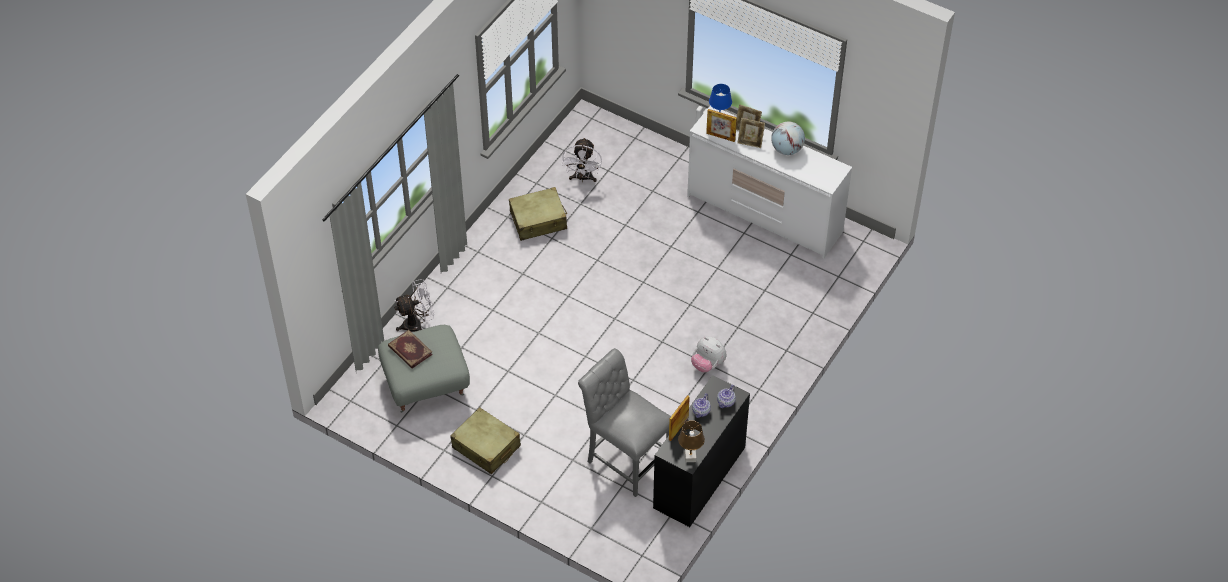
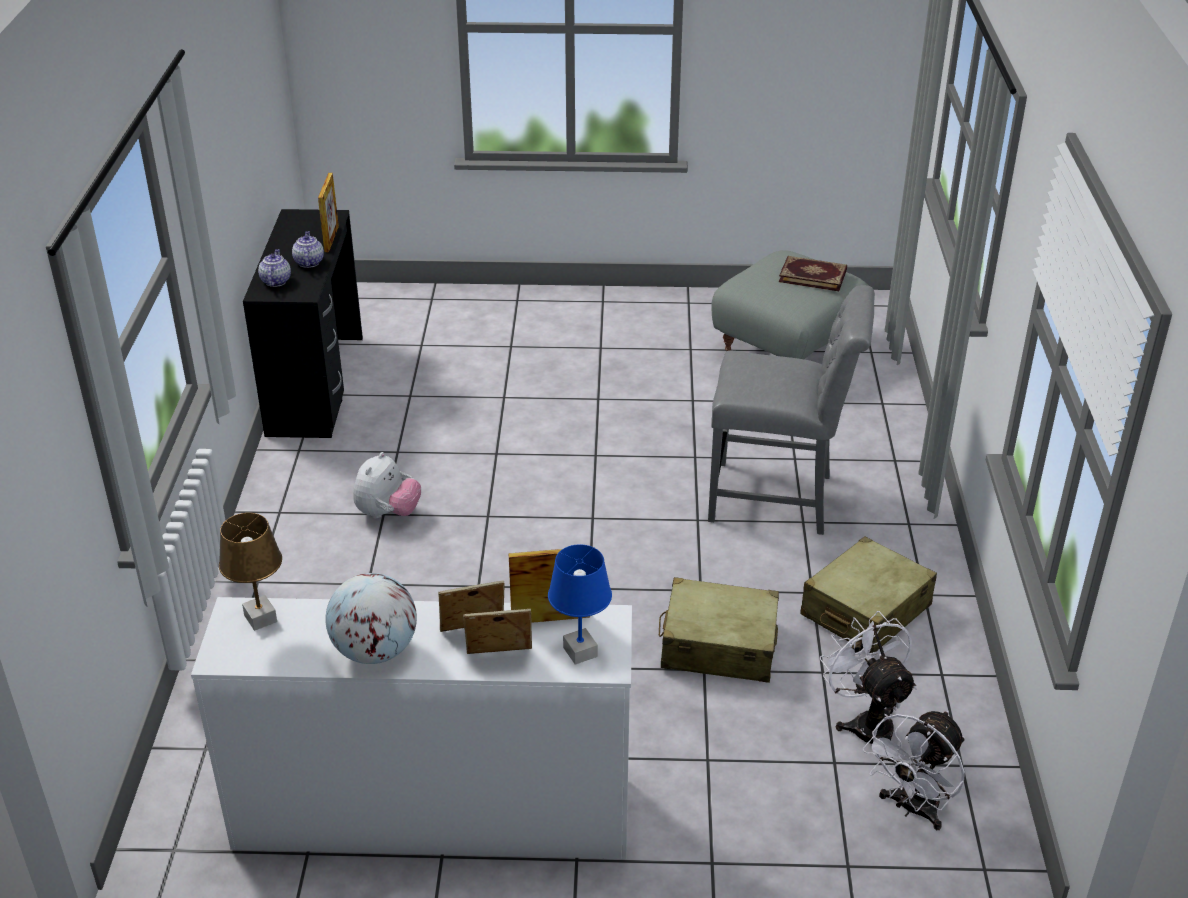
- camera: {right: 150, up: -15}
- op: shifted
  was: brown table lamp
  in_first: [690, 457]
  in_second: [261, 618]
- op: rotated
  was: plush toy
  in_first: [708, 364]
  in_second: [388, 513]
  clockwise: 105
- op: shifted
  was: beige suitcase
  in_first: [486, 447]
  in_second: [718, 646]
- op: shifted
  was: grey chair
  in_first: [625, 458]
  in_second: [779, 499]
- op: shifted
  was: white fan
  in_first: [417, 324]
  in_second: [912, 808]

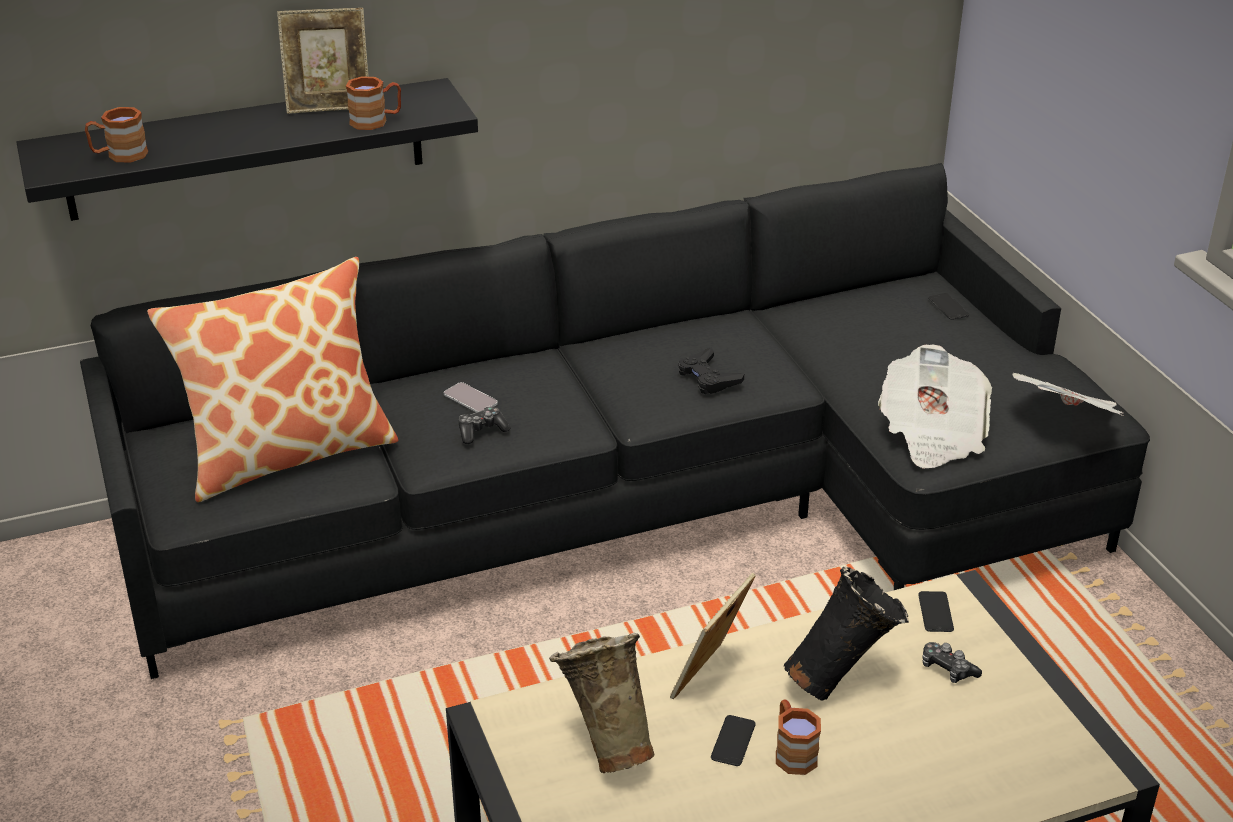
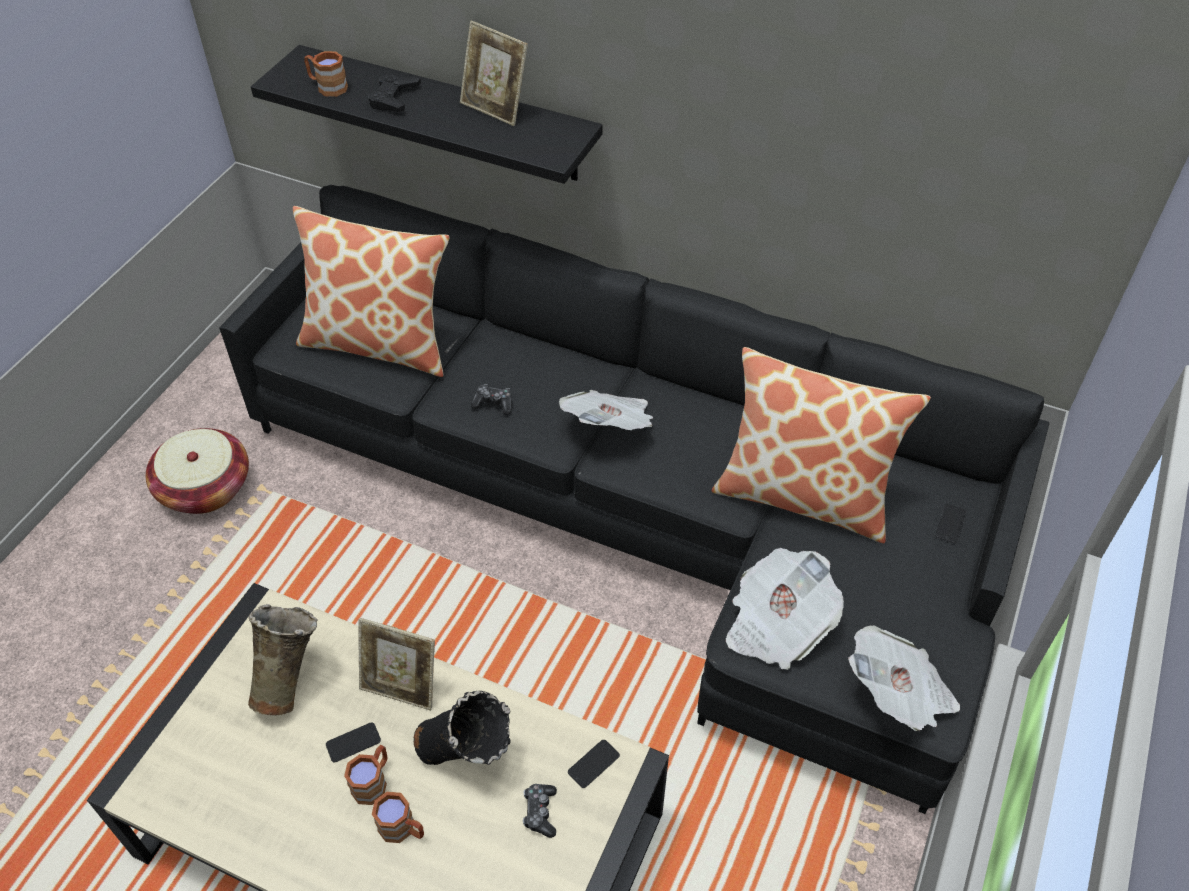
- camera: {right: 45, up: 15}
- op: new
  now: basket
  in_second: [205, 488]
- op: rotated
  was: picture frame
  in_first: [710, 677]
  in_second: [401, 687]
  clockwise: -150
- op: shifted
  was: black game controller
  in_first: [708, 377]
  in_second: [394, 98]
- op: shifted
  was: brown mug
  in_first: [376, 121]
  in_second: [403, 829]
- op: new
  now: newspaper
  in_second: [610, 426]
- op: new
  now: pillow
  in_second: [804, 495]
- op: gone
  was: phone
  in_first: [470, 399]

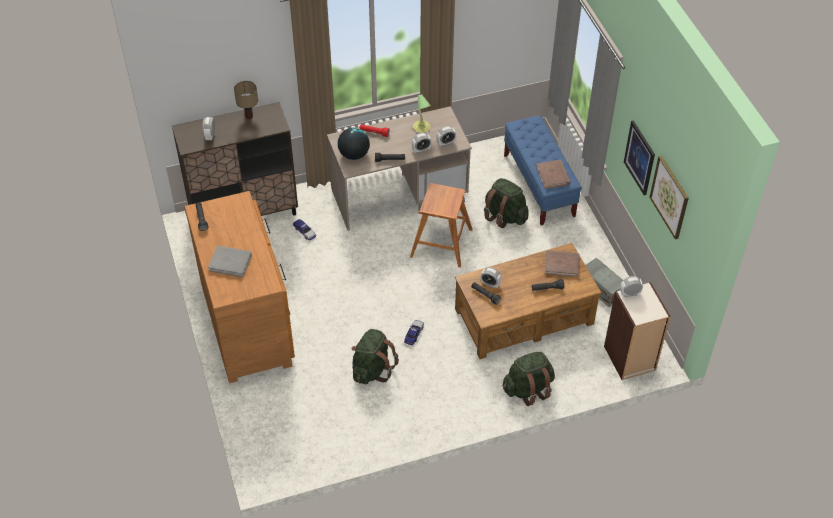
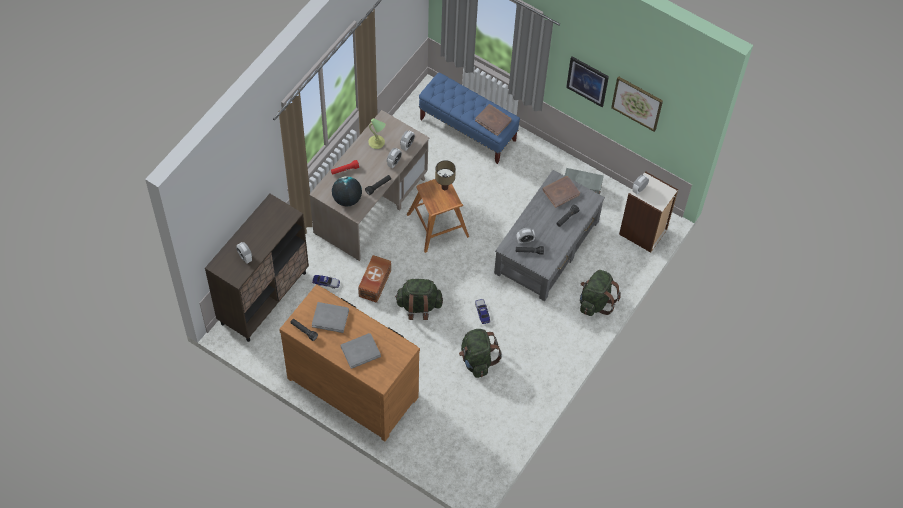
- camera: {right: -40, up: 10}
- op: new
  now: grey book
  in_second: [330, 318]
- op: new
  now: brown storage box
  in_second: [374, 283]
- op: shifted
  was: green backpack
  in_first: [504, 216]
  in_second: [419, 306]
- op: shifted
  was: table lamp
  in_first: [248, 117]
  in_second: [444, 187]
- op: repainted
  was: brown coffee table
  now: grey coffee table
  in_first: [525, 317]
  in_second: [547, 247]

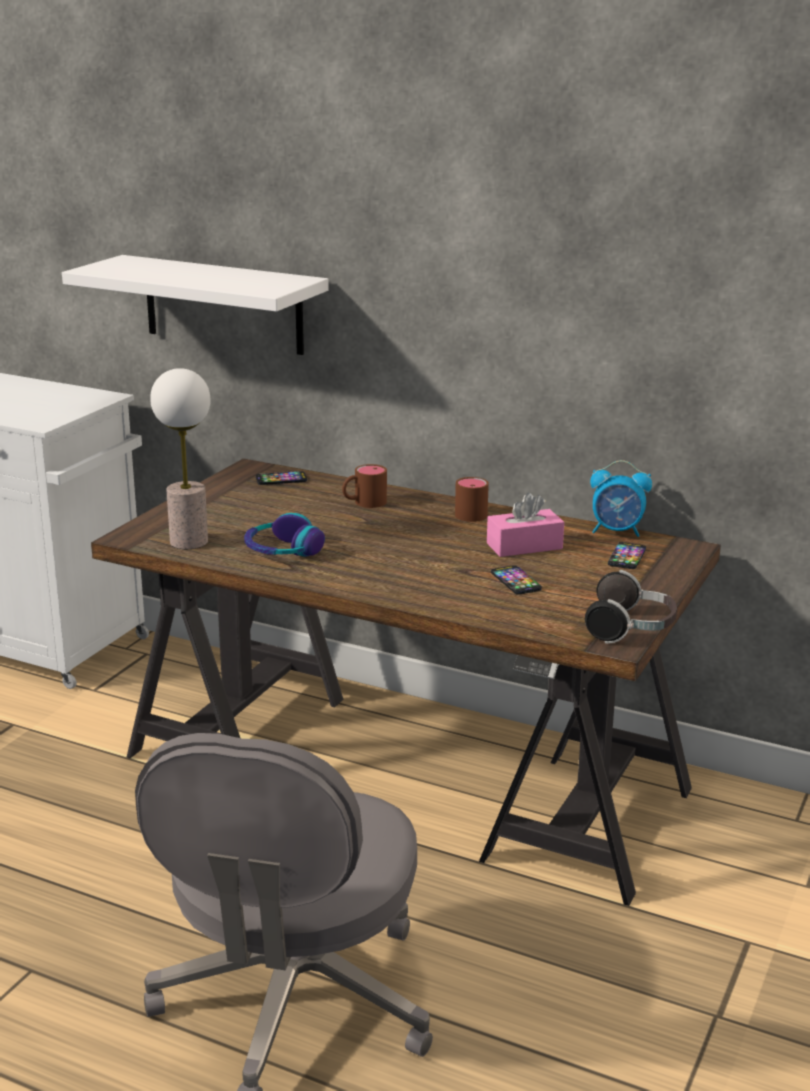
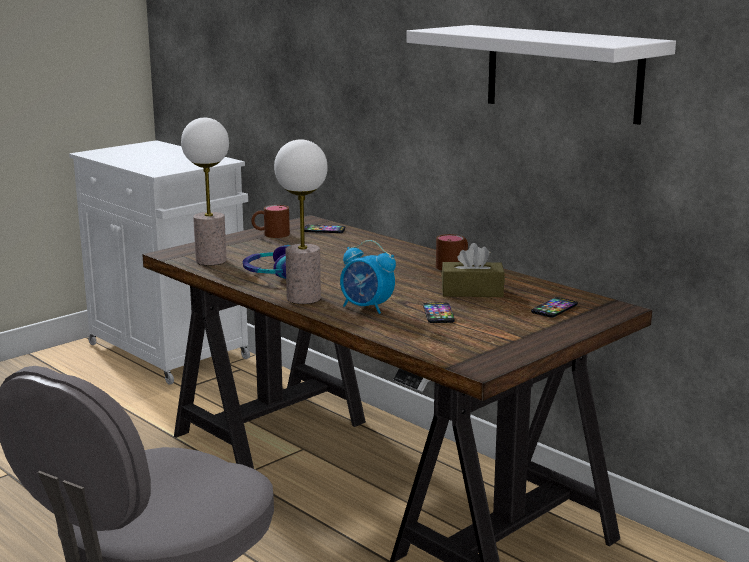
- camera: {right: 20, up: -5}
- op: shifted
  was: brown mug
  in_first: [363, 503]
  in_second: [270, 234]
- op: new
  now: table lamp
  in_second: [304, 298]
- op: shifted
  was: alarm clock
  in_first: [617, 531]
  in_second: [367, 308]
- op: shifted
  was: white shelf
  in_first: [223, 305]
  in_second: [562, 73]
- op: repainted
  was: pink tissue box
  now: brown tissue box
  in_first: [524, 546]
  in_second: [472, 291]
- op: gone
  was: headphones
  in_first: [631, 629]

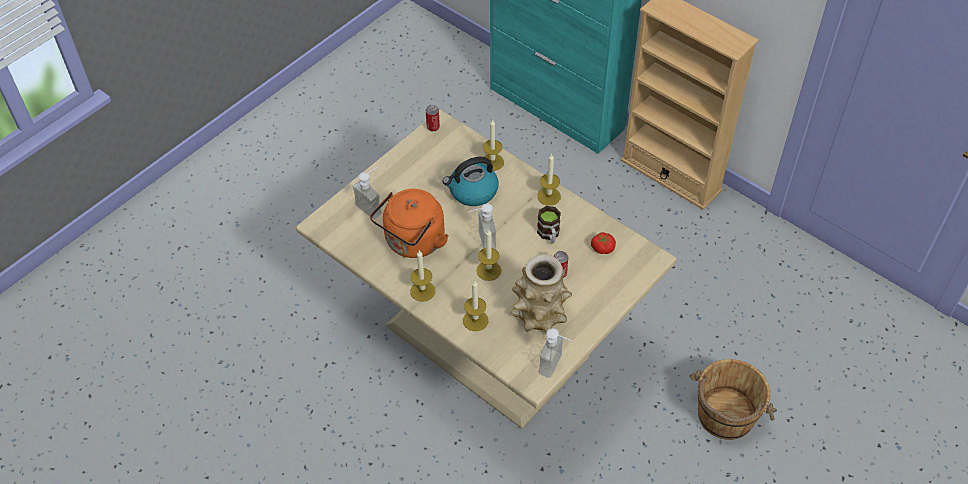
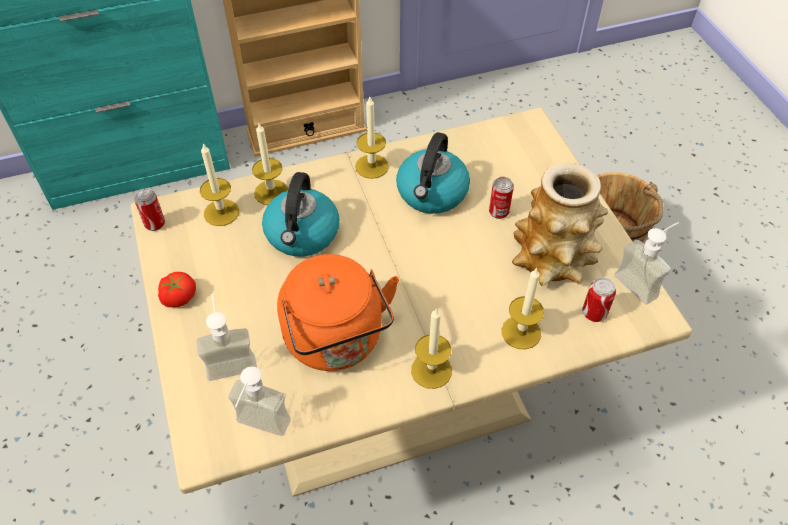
- camera: {right: -60, up: 0}
- op: shifted
  was: tomato
  in_first: [602, 247]
  in_second: [178, 296]
- op: shifted
  was: candle
  in_first: [488, 270]
  in_second: [221, 212]
- op: shifted
  was: soap dispenser
  in_first: [481, 241]
  in_second: [259, 430]
- op: swapped
  was: mug
  now: kettle
  in_first: [549, 235]
  in_second: [432, 193]
- op: new
  now: can
  in_second: [594, 313]

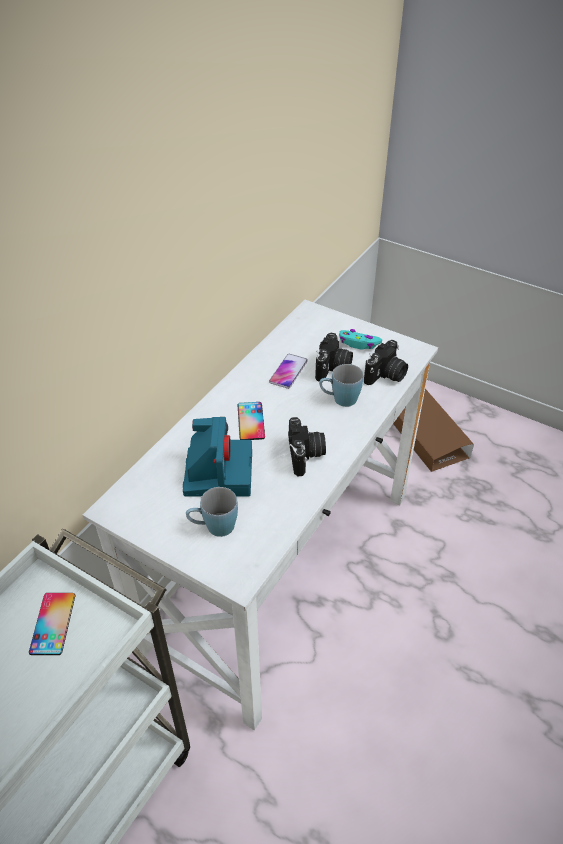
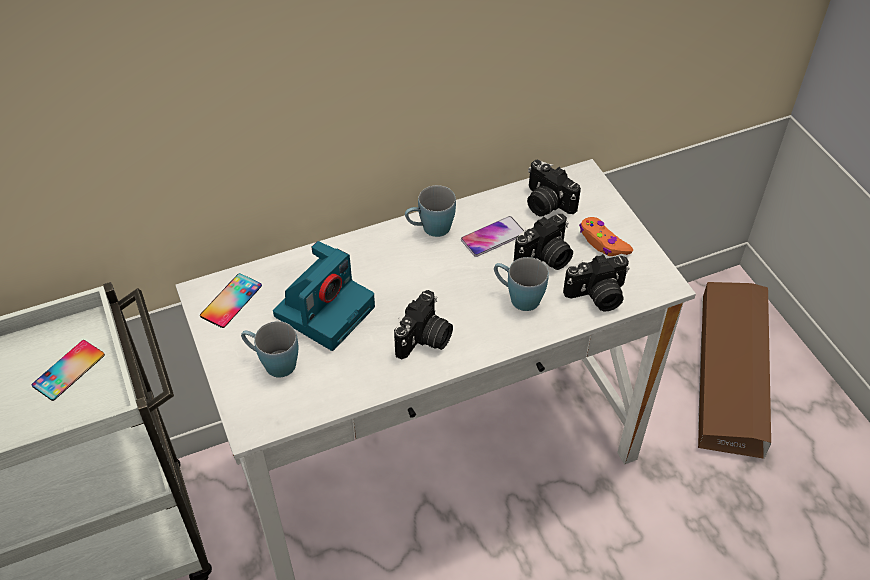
- camera: {right: 35, up: 5}
- op: shifted
  was: phone
  in_first: [251, 421]
  in_second: [231, 300]
- op: new
  now: blue mug
  in_second: [430, 229]
- op: new
  now: photo camera
  in_second: [546, 203]
- op: repainted
  was: turquoise game controller
  now: orange game controller
  in_first: [358, 343]
  in_second: [603, 242]

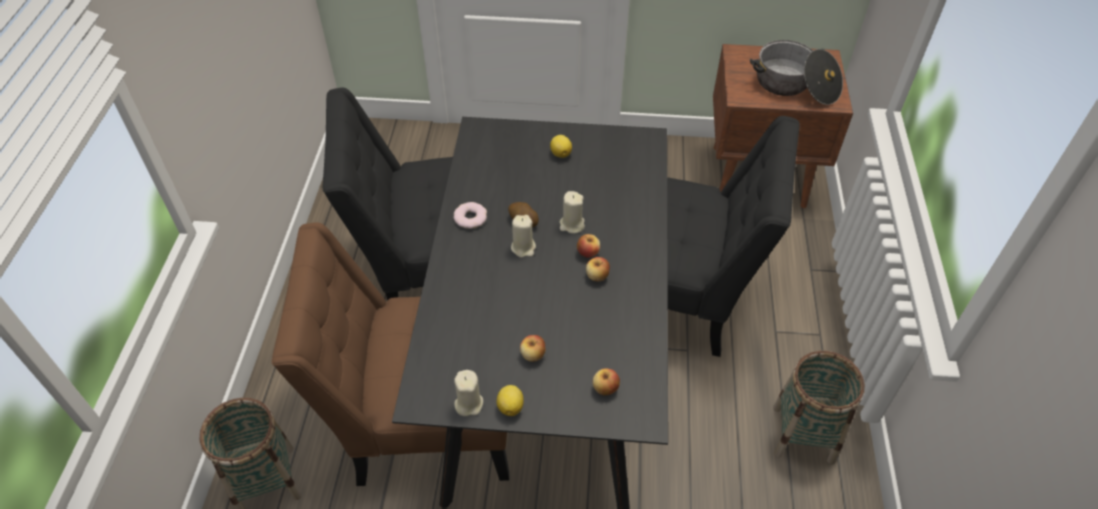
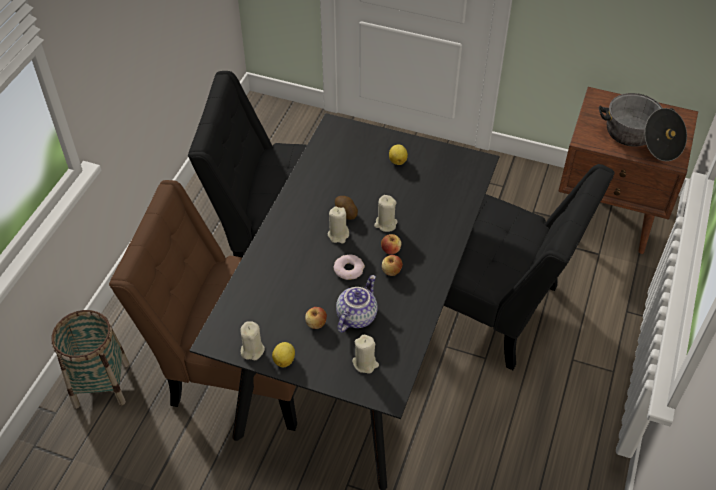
- camera: {right: 15, up: 0}
- op: shifted
  was: donut
  in_first: [470, 218]
  in_second: [349, 269]
- op: new
  now: teapot
  in_second: [356, 316]
- op: swapped
  was: apple
  now: beige candle
  in_first: [605, 388]
  in_second: [365, 363]
- op: gone
  was: basket
  in_first: [803, 434]

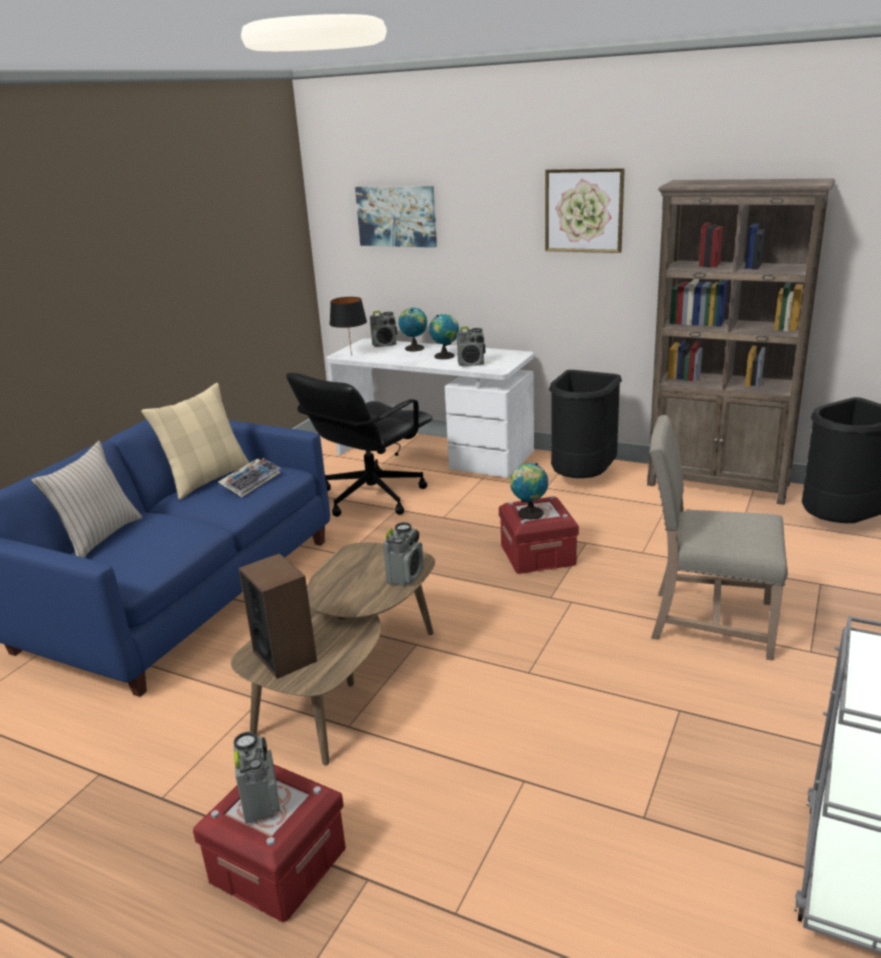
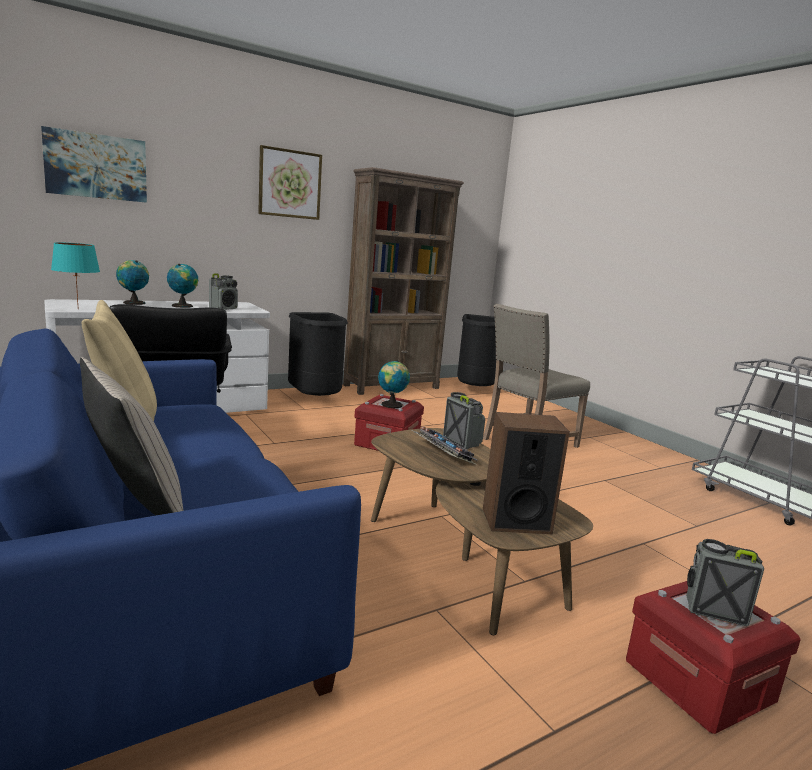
- camera: {right: -60, up: -10}
- op: repainted
  was: black table lamp
  now: turquoise table lamp
  in_first: [351, 355]
  in_second: [77, 309]
- op: shifted
  was: keyboard
  in_first: [251, 482]
  in_second: [441, 453]
- op: gone
  was: radio
  in_first: [385, 345]

